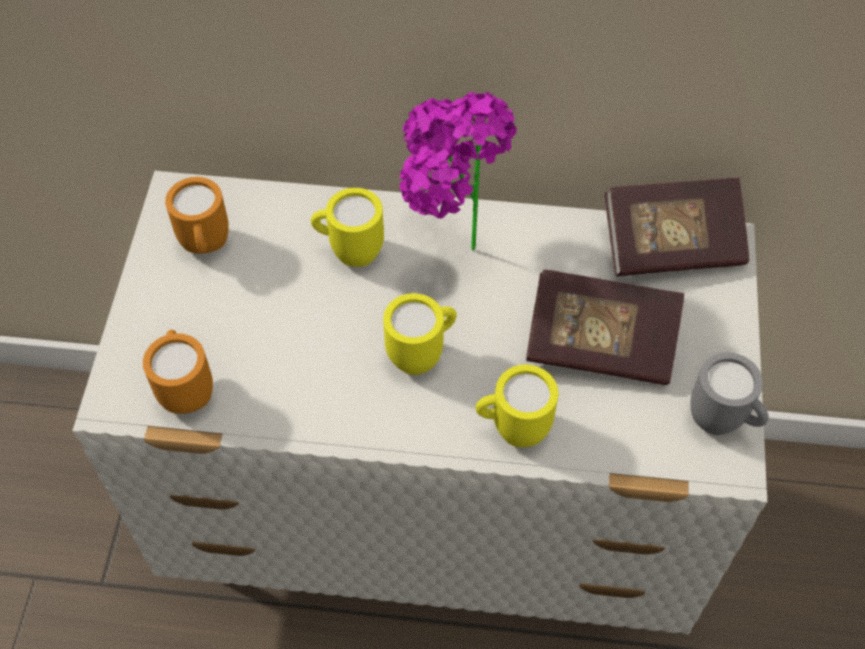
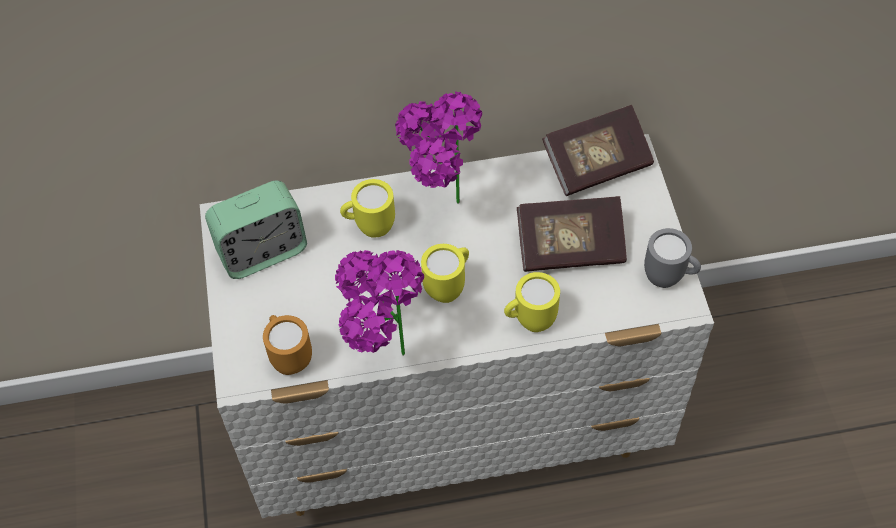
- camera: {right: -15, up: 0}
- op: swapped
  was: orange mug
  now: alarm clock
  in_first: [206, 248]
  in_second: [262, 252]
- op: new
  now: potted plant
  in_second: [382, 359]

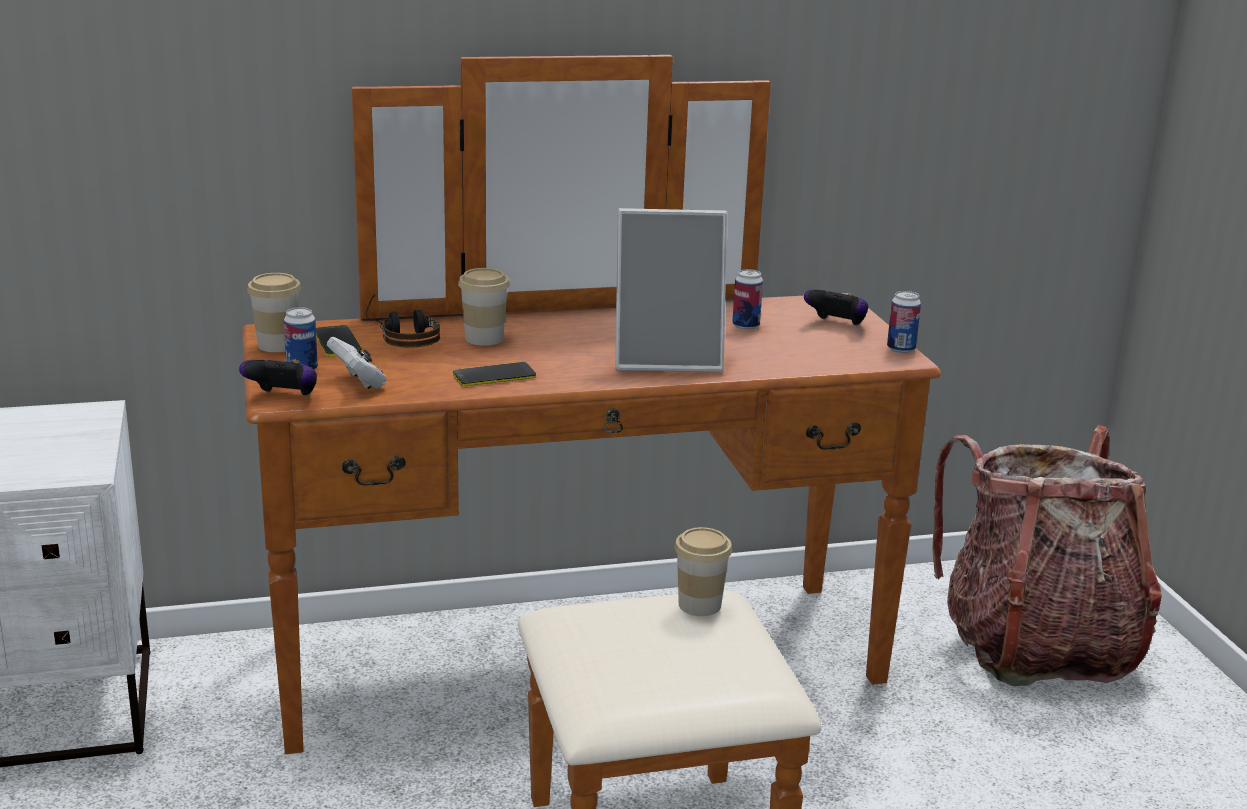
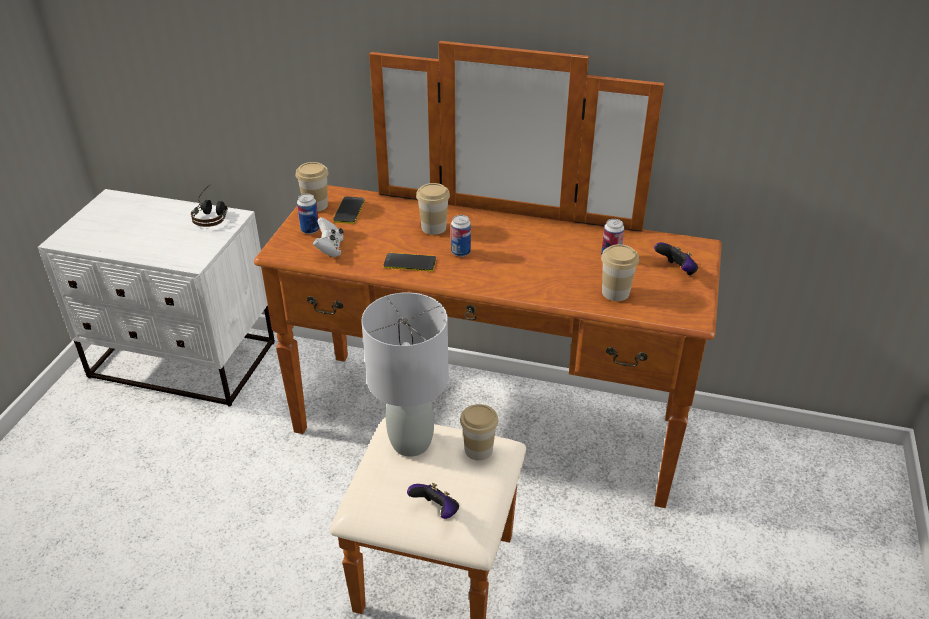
- camera: {right: 30, up: 15}
- op: shifted
  was: headphones
  in_first: [403, 335]
  in_second: [212, 214]
- op: new
  now: grey table lamp
  in_second: [412, 443]
- op: shifted
  was: game controller
  in_first: [283, 398]
  in_second: [436, 511]
- op: shifted
  was: can
  in_first: [901, 349]
  in_second: [461, 252]
- op: new
  now: cup
  in_second: [615, 292]
- op: gone
  was: picture frame
  in_first: [668, 358]
- op: gone
  was: backpack
  in_first: [1036, 646]

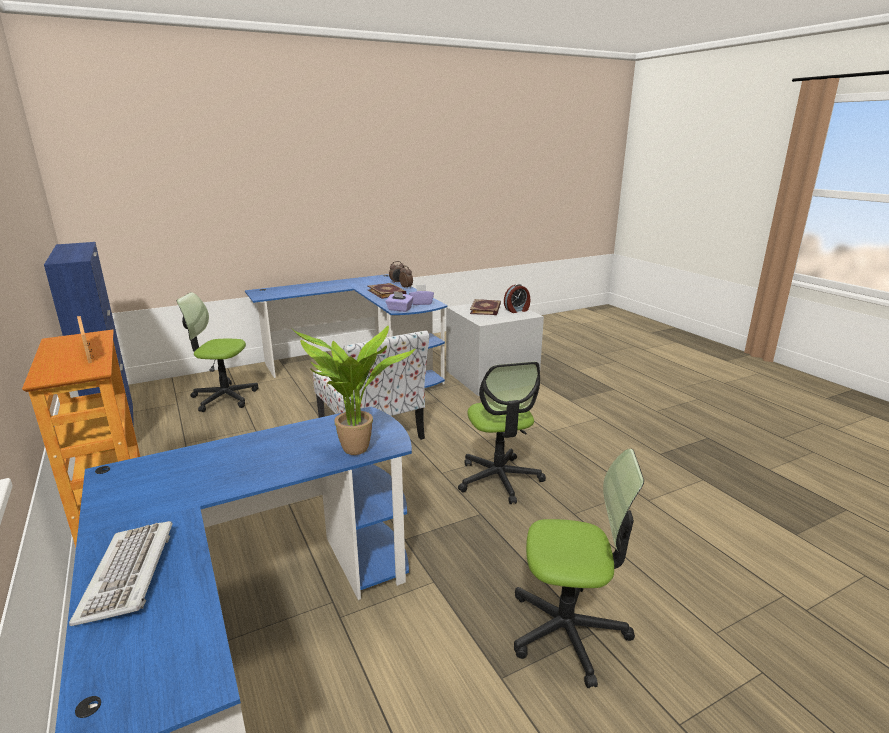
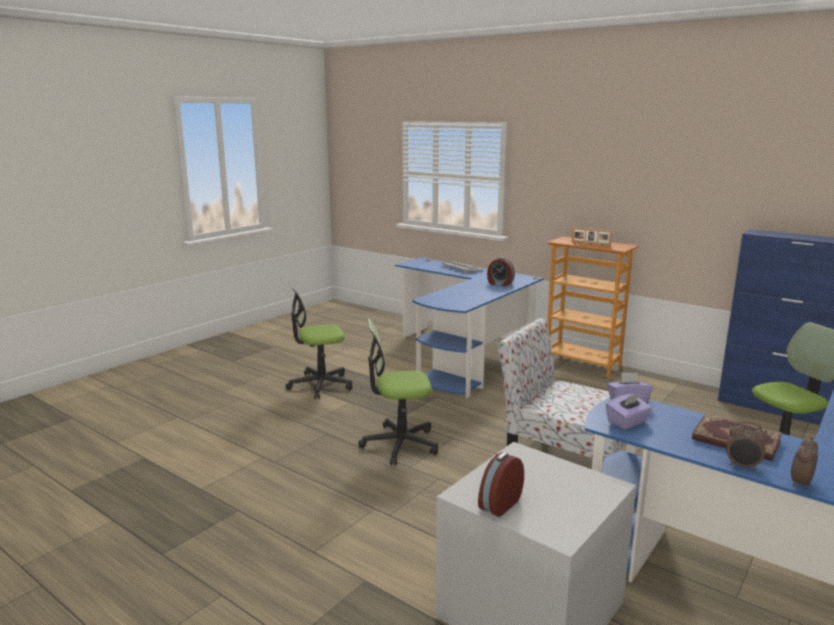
- camera: {right: 155, up: -5}
- op: rotated
  was: office chair
  in_first: [499, 479]
  in_second: [400, 444]
  clockwise: -60
- op: new
  now: alarm clock
  in_second: [500, 284]
- op: gone
  was: potted plant
  in_first: [356, 452]
- op: gone
  was: book
  in_first: [486, 309]

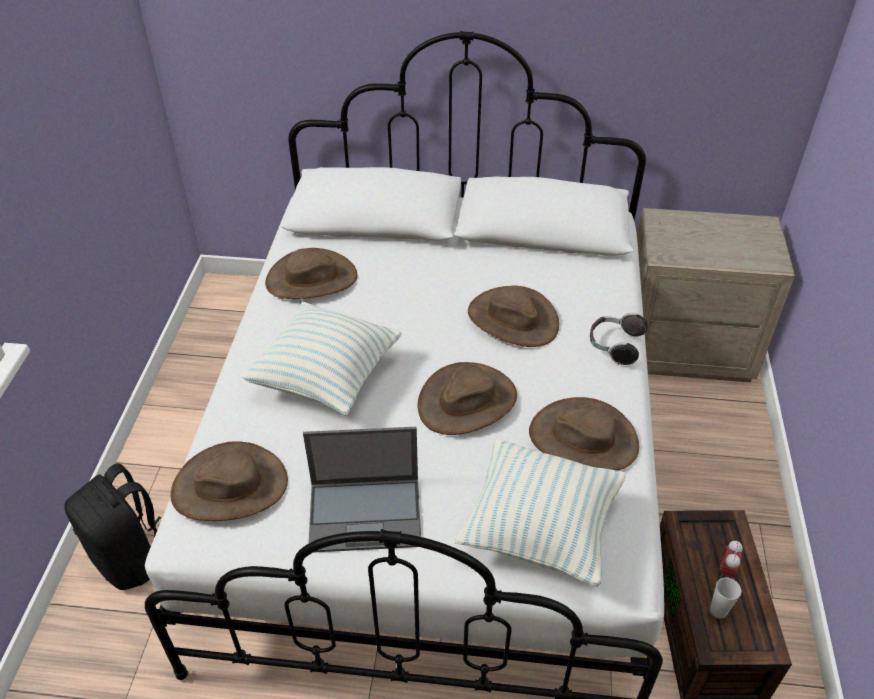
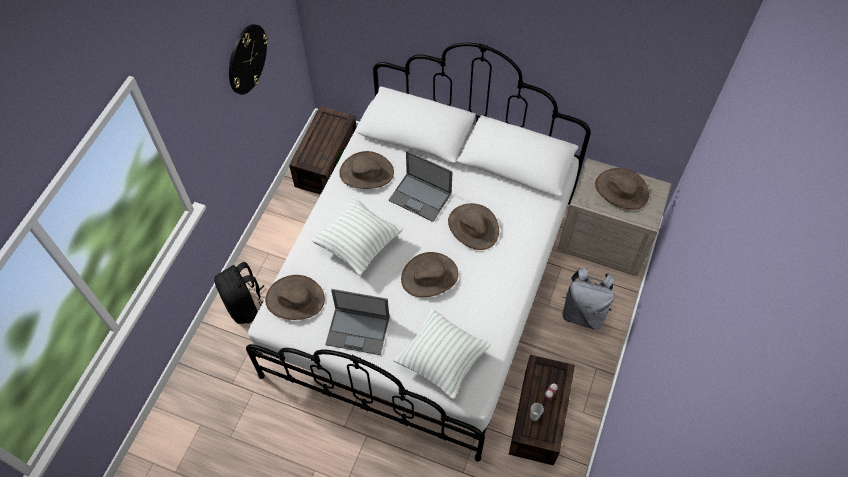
- camera: {right: 15, up: 15}
- op: new
  now: wall clock
  in_second: [246, 59]
- op: new
  now: brown storage box
  in_second: [326, 161]
- op: new
  now: laptop
  in_second: [421, 197]
- op: new
  now: grey backpack
  in_second: [583, 312]
- op: shifted
  was: brown hat
  in_first: [583, 438]
  in_second: [621, 190]
- op: gone
  was: headphones
  in_first: [614, 346]

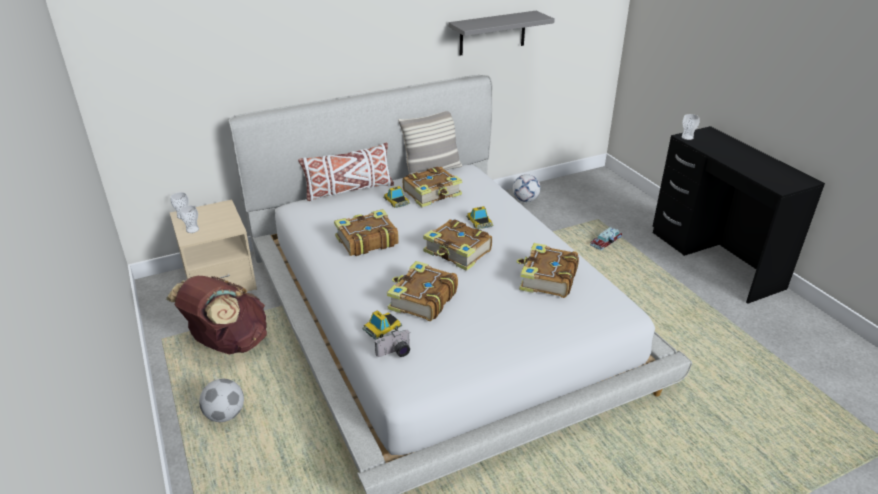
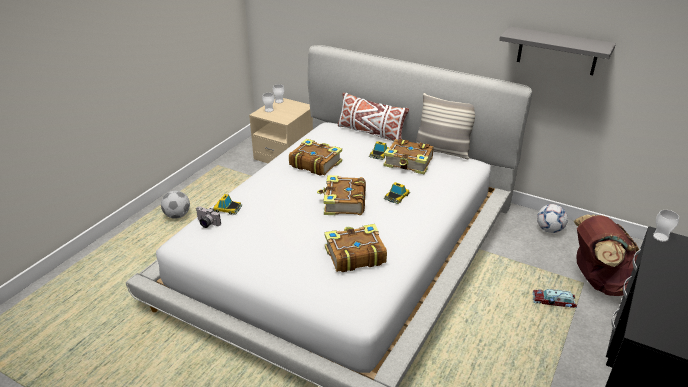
- camera: {right: 55, up: 0}
- op: shifted
  was: brown backpack
  in_first: [228, 344]
  in_second: [599, 282]
- op: gone
  was: book
  in_first: [422, 300]

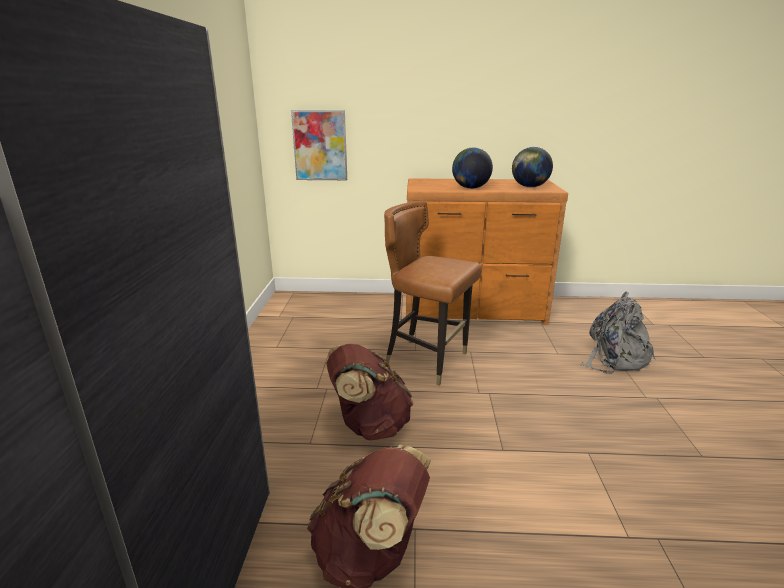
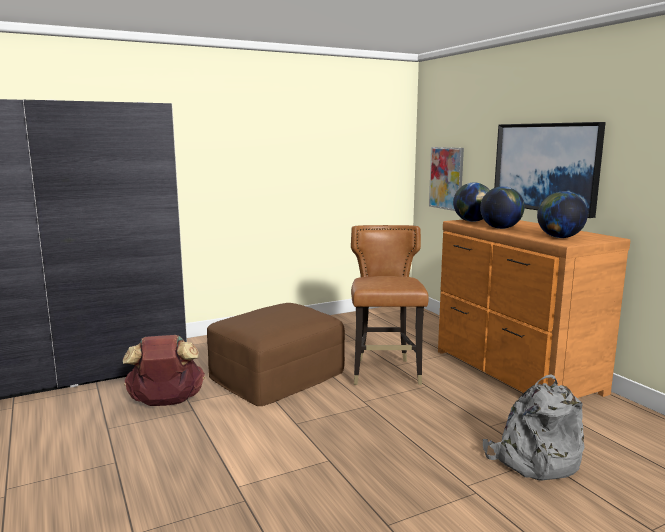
- camera: {right: 60, up: -10}
- op: swapped
  was: brown backpack
  now: brown ottoman
  in_first: [369, 425]
  in_second: [277, 374]
- op: new
  now: globe
  in_second: [472, 221]
- op: new
  now: picture
  in_second: [545, 167]

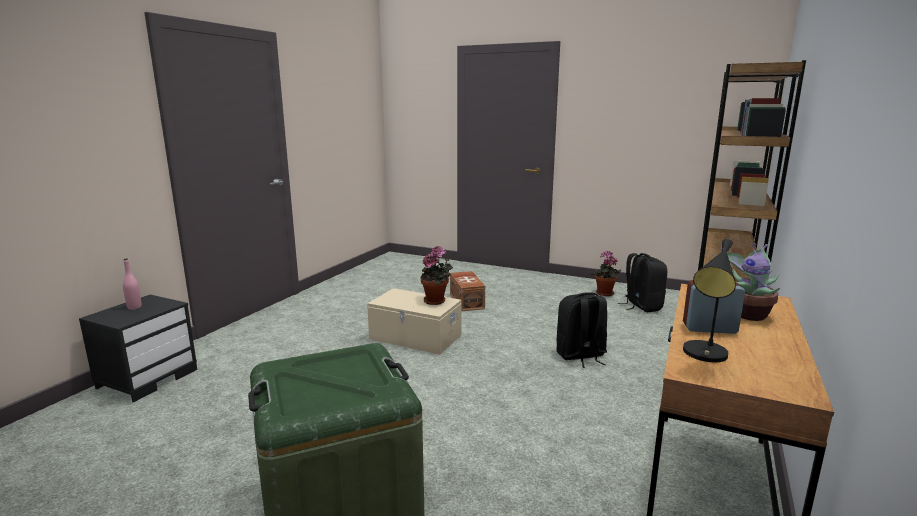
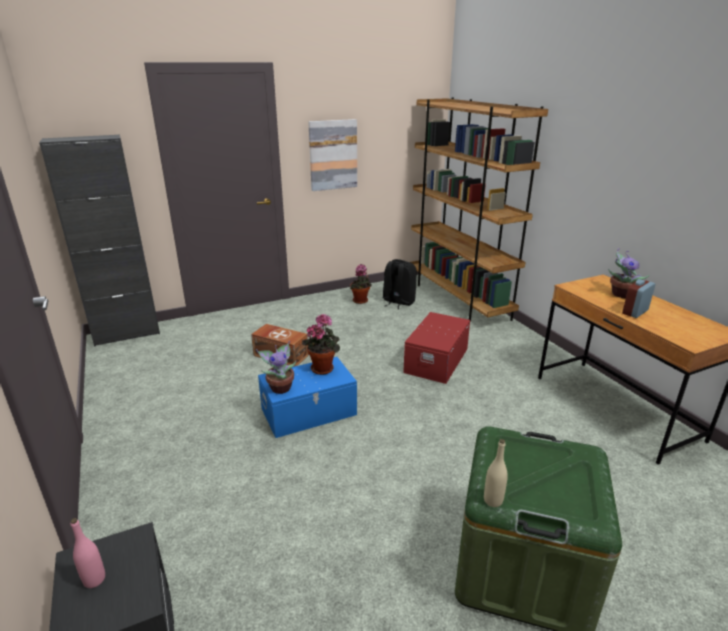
- camera: {right: -50, up: 10}
- op: new
  now: black cabinet
  in_second: [127, 334]
- op: new
  now: potted plant
  in_second: [280, 387]
- op: repainted
  was: beige storage box
  now: blue storage box
  in_first: [415, 337]
  in_second: [309, 412]
- op: new
  now: picture
  in_second: [333, 155]
- op: swapped
  was: black backpack
  now: red storage box
  in_first: [580, 356]
  in_second: [435, 360]
- op: new
  now: beige bottle
  in_second: [493, 500]
- op: gone
  was: black table lamp
  in_first: [705, 355]

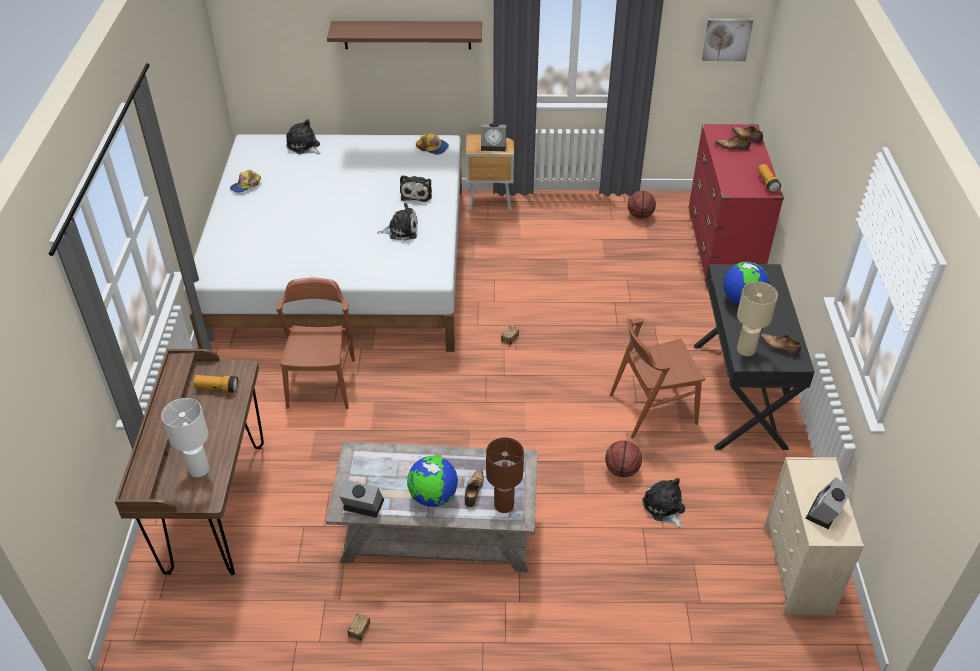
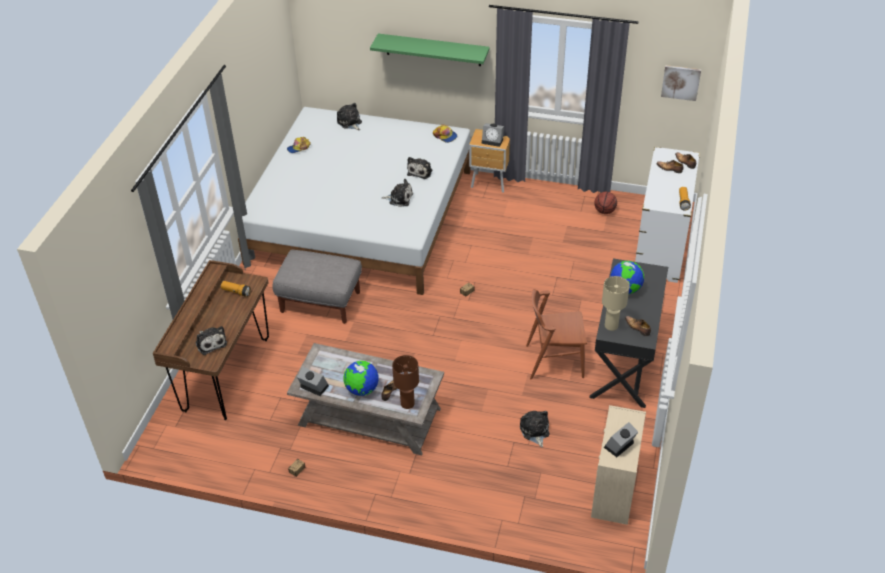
- camera: {right: 15, up: 0}
- op: swapped
  was: white table lamp
  now: plush toy
  in_first: [199, 469]
  in_second: [210, 343]
- op: swapped
  was: brown chair
  now: grey ottoman
  in_first: [321, 383]
  in_second: [321, 302]
- op: repainted
  was: brown shelf
  now: green shelf
  in_first: [407, 35]
  in_second: [433, 50]
- op: repainted
  was: red dresser
  now: white dresser
  in_first: [723, 248]
  in_second: [660, 248]
- op: gone
  was: basketball
  in_first: [621, 470]

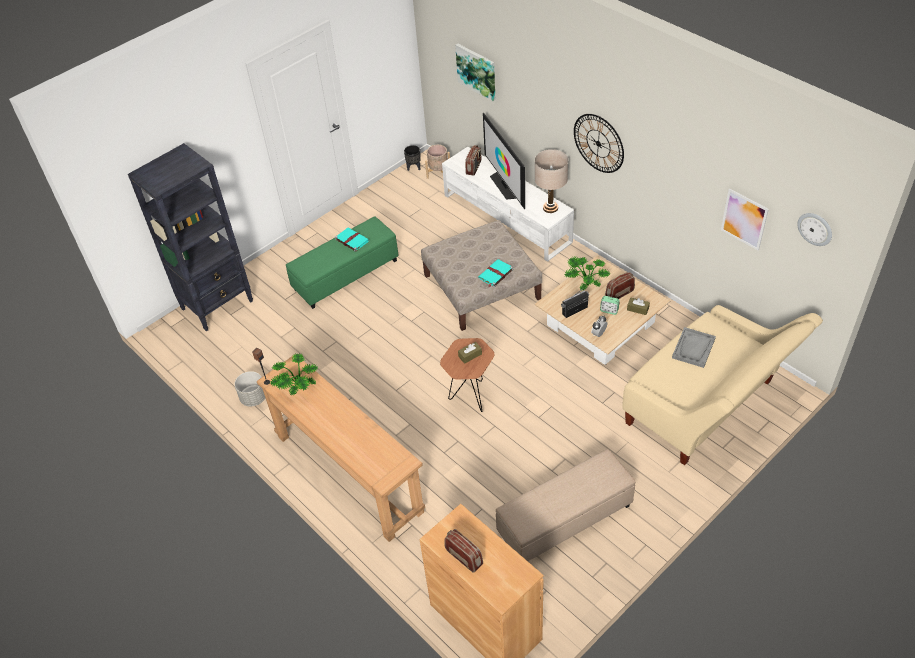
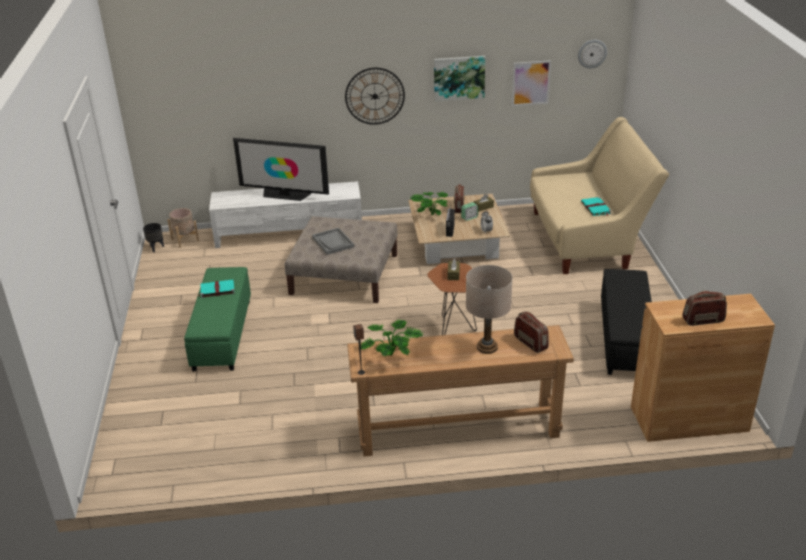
- camera: {right: -55, up: -15}
- op: shifted
  was: grey tray
  in_first: [693, 348]
  in_second: [333, 242]
- op: shifted
  was: picture
  in_first: [477, 71]
  in_second: [459, 78]
- op: shifted
  was: beige table lamp
  in_first: [550, 208]
  in_second: [487, 347]
- op: shifted
  was: radio
  in_first: [473, 168]
  in_second: [531, 343]
- op: shifted
  was: turquoise book
  in_first: [495, 274]
  in_second: [596, 208]
- op: repainted
  was: beige ottoman
  now: black ottoman
  in_first: [565, 520]
  in_second: [626, 338]
- op: gone
  was: black bookcase
  in_first: [218, 304]
- op: gone
  was: grey planter
  in_first: [253, 398]

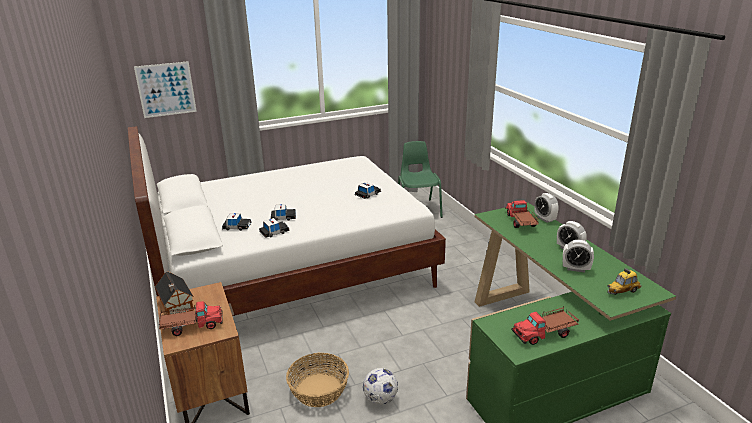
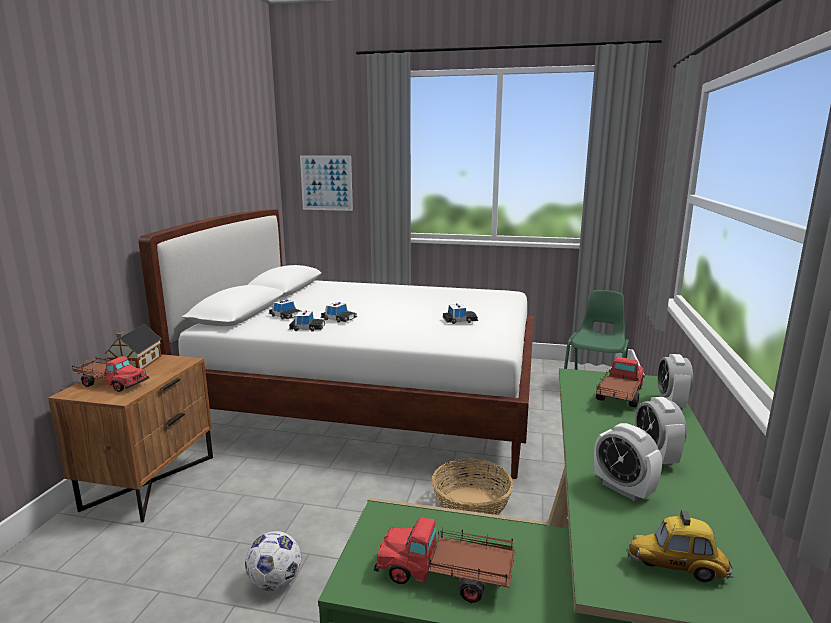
- camera: {right: 35, up: -10}
- op: shifted
  was: basket
  in_first: [318, 390]
  in_second: [471, 505]

